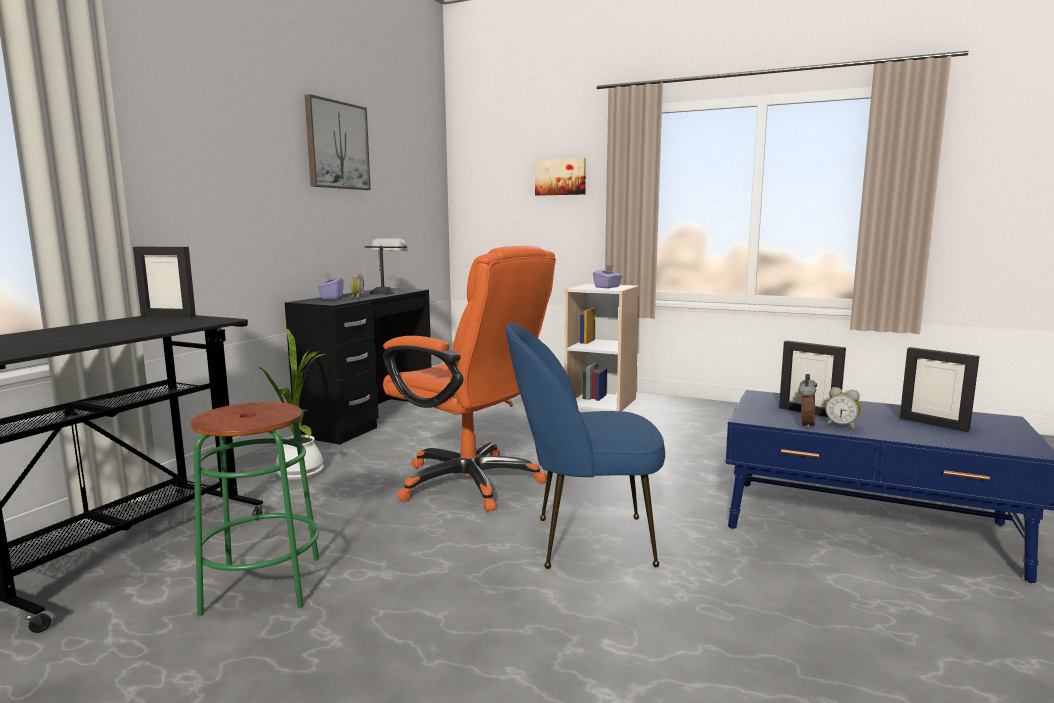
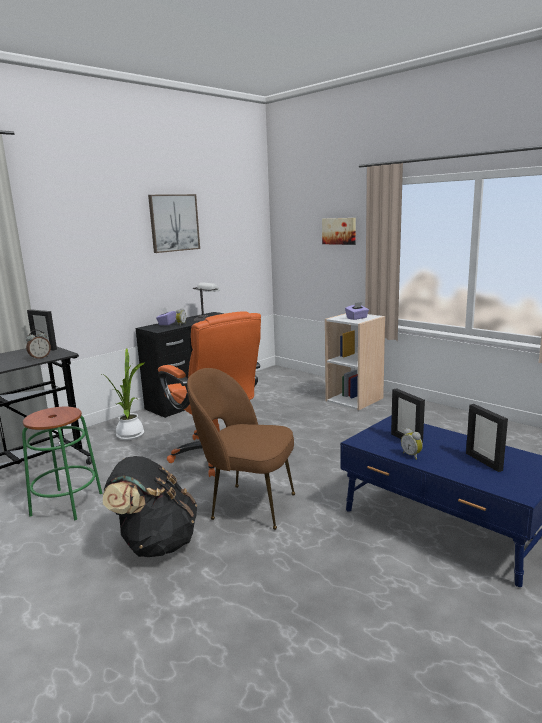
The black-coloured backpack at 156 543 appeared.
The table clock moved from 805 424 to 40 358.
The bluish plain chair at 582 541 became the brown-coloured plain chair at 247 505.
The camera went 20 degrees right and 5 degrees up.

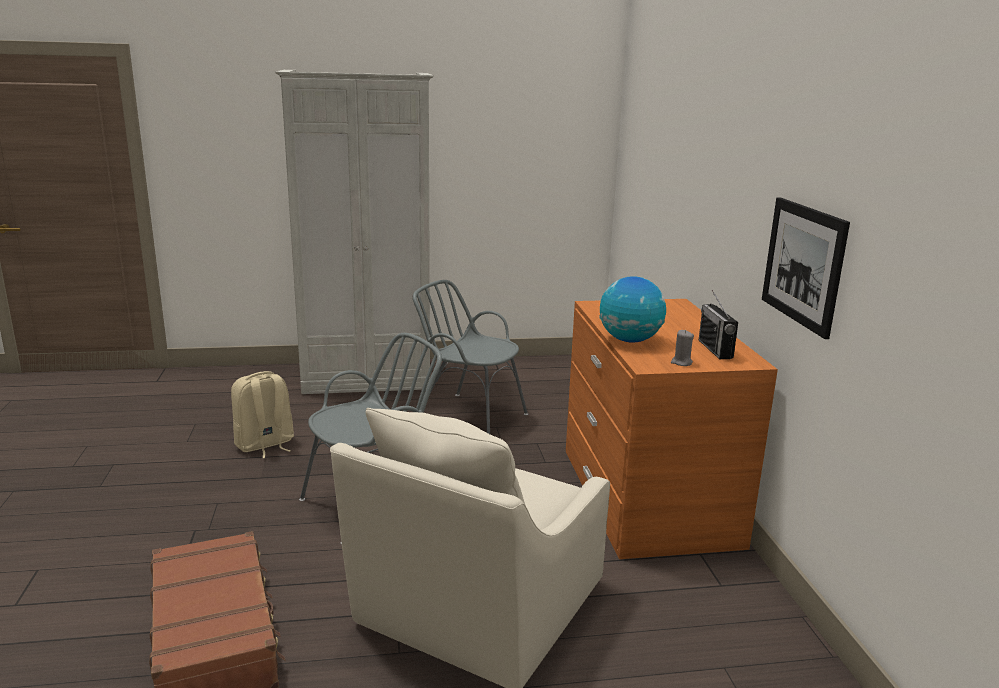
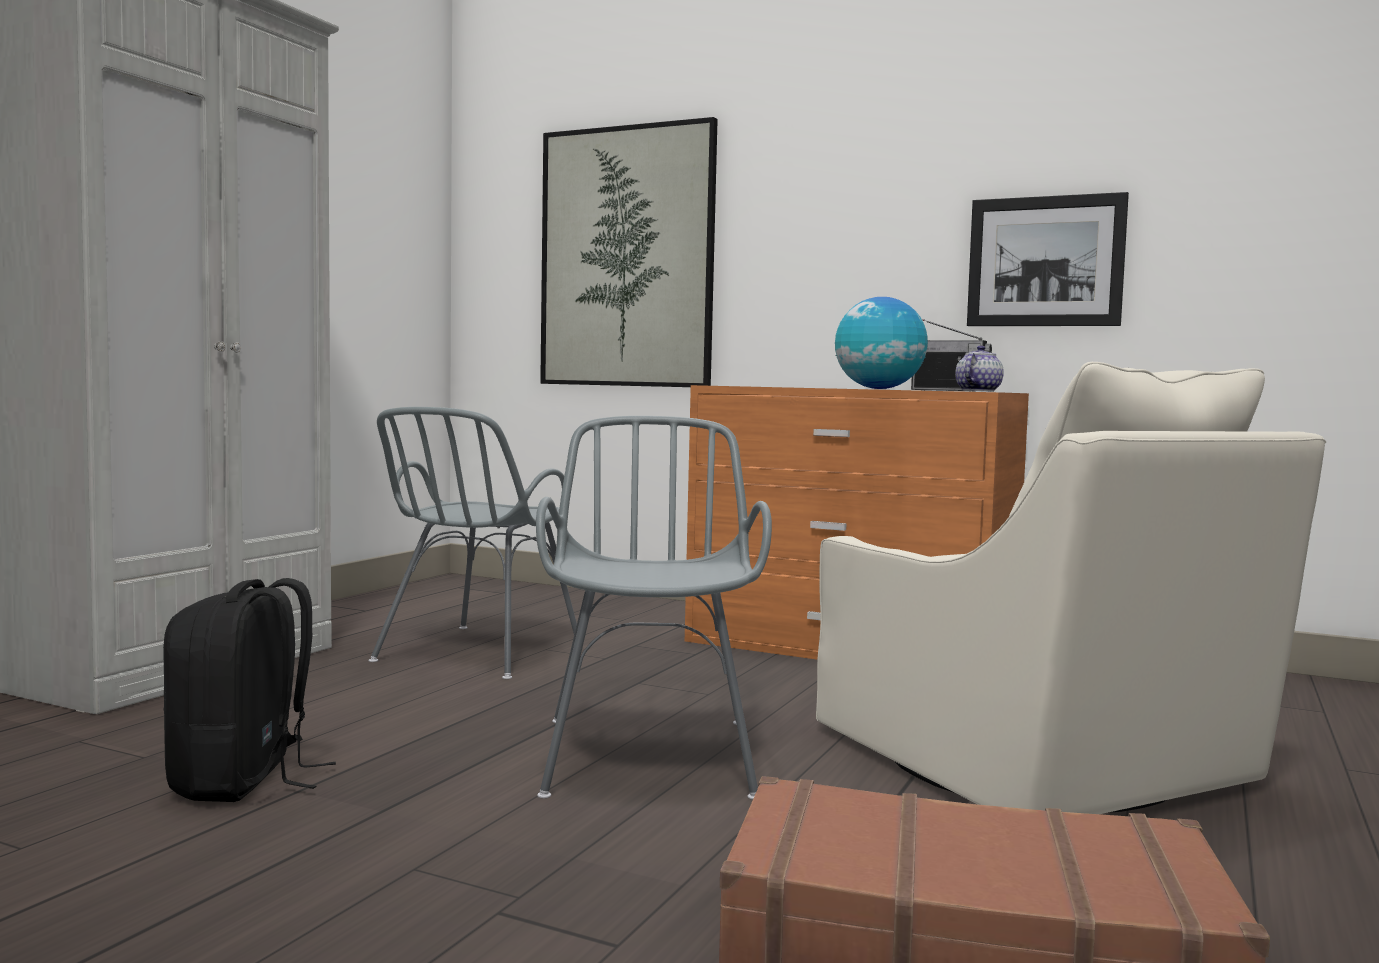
The picture at 627 257 appeared.
The grey wax candle at 681 362 was replaced by the pot for tea at 978 391.
The sand-coloured backpack at 264 445 became the black-coloured backpack at 243 781.
The grey plain chair at 467 416 turned 45 degrees counterclockwise.
The camera went 55 degrees left and 15 degrees down.

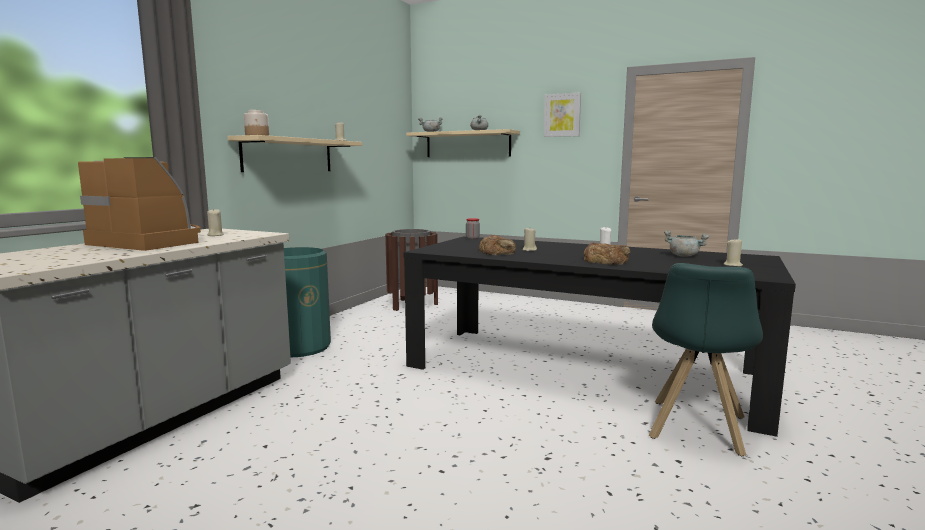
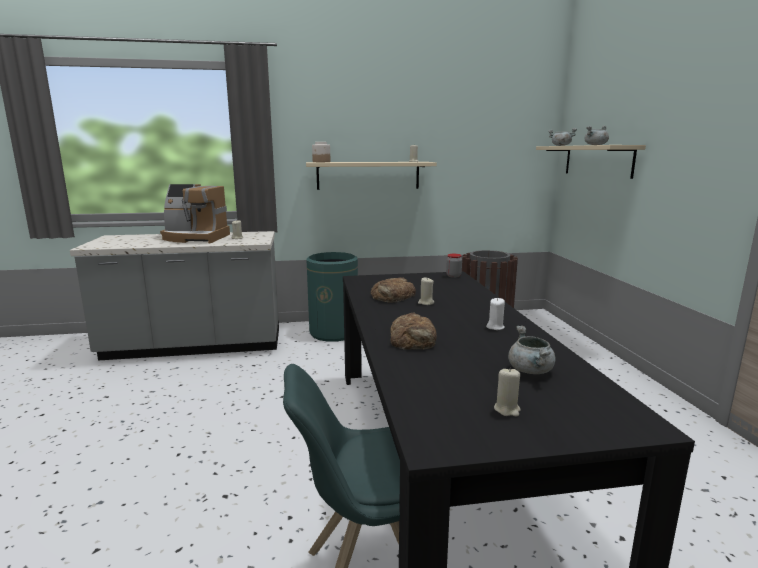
The picture at 562 115 disappeared.
The coffee brewer at 151 242 turned 105 degrees clockwise.
The camera went 55 degrees right and 5 degrees up.

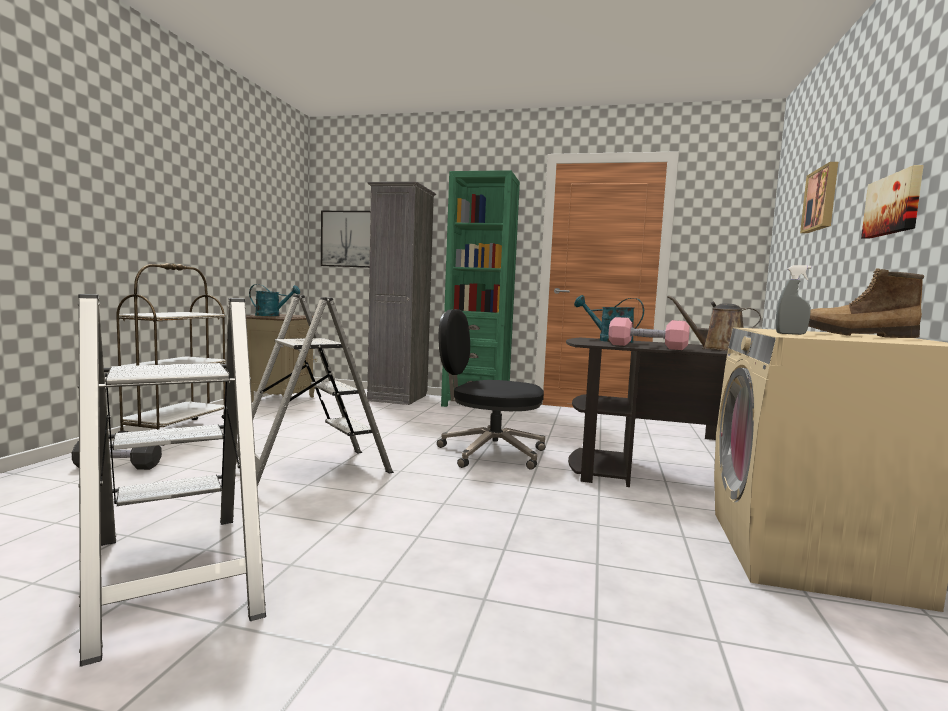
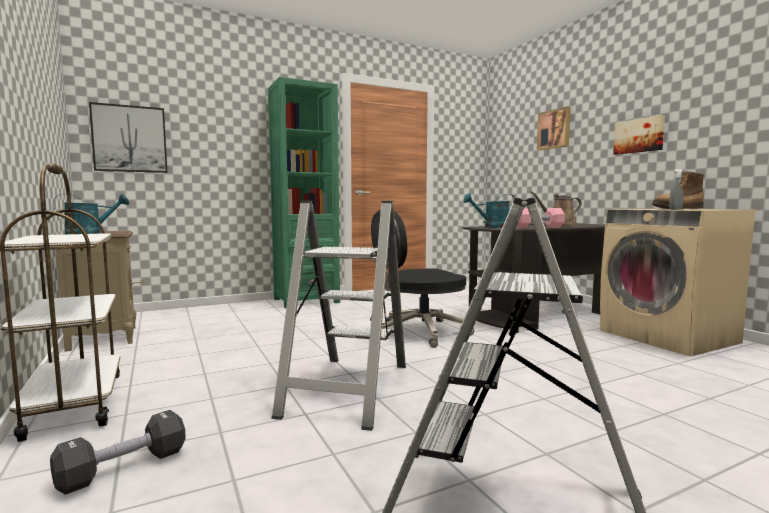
The grey cupboard at 398 398 disappeared.
The camera went 40 degrees left and 0 degrees up.

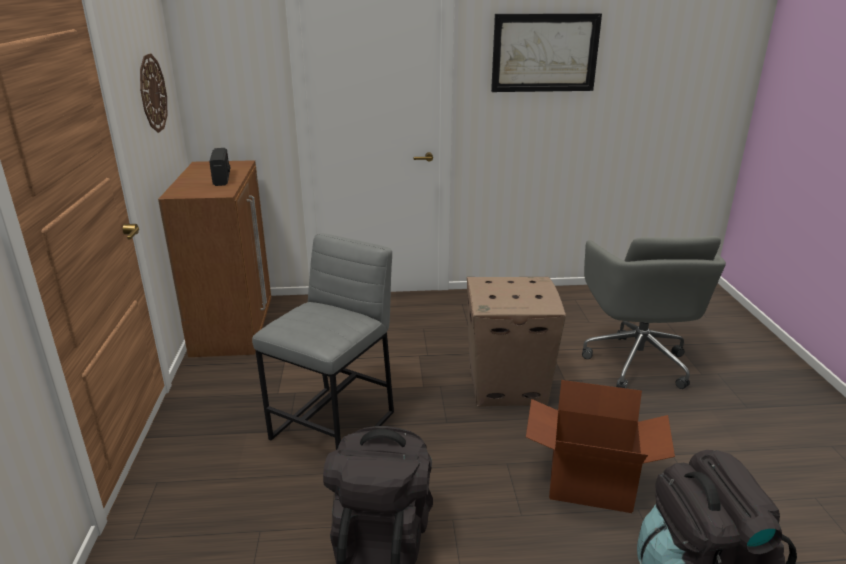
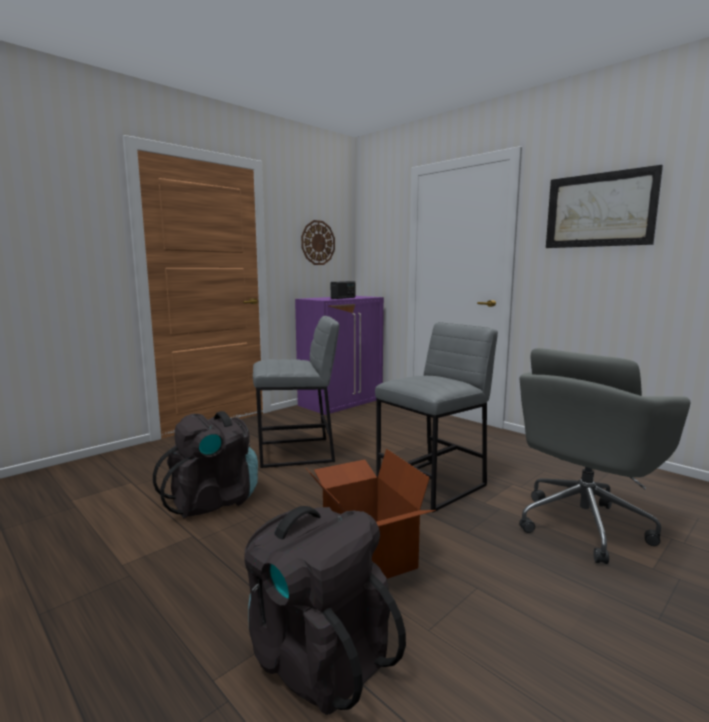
The cardboard box at 508 385 was replaced by the grey plain chair at 432 484.
The brown-coloured cupboard at 233 324 became the purple-coloured cupboard at 341 402.
The camera went 50 degrees right and 15 degrees down.

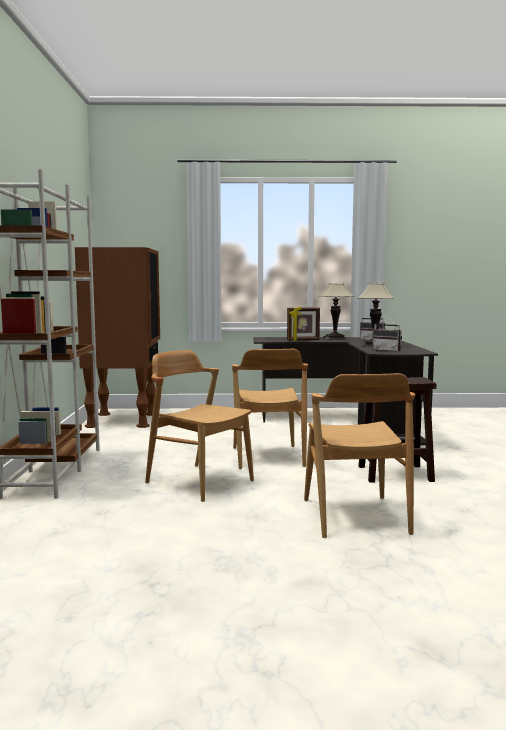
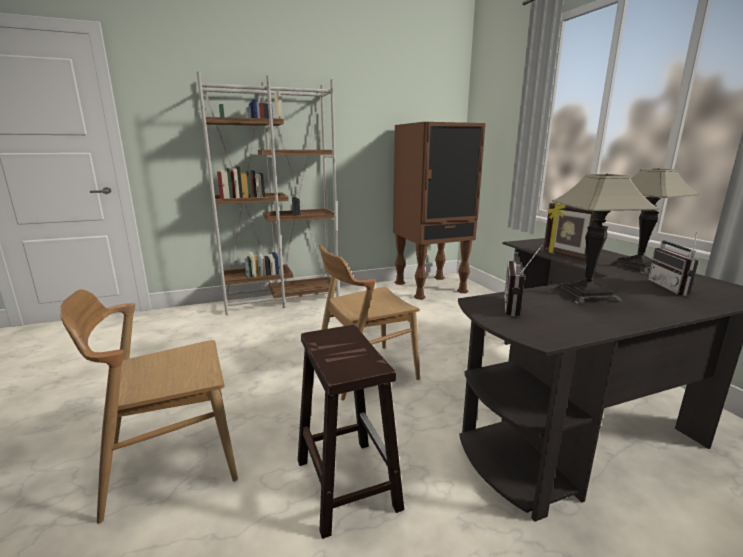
The brown-coloured plain chair at 199 481 disappeared.
The camera went 70 degrees right and 10 degrees up.

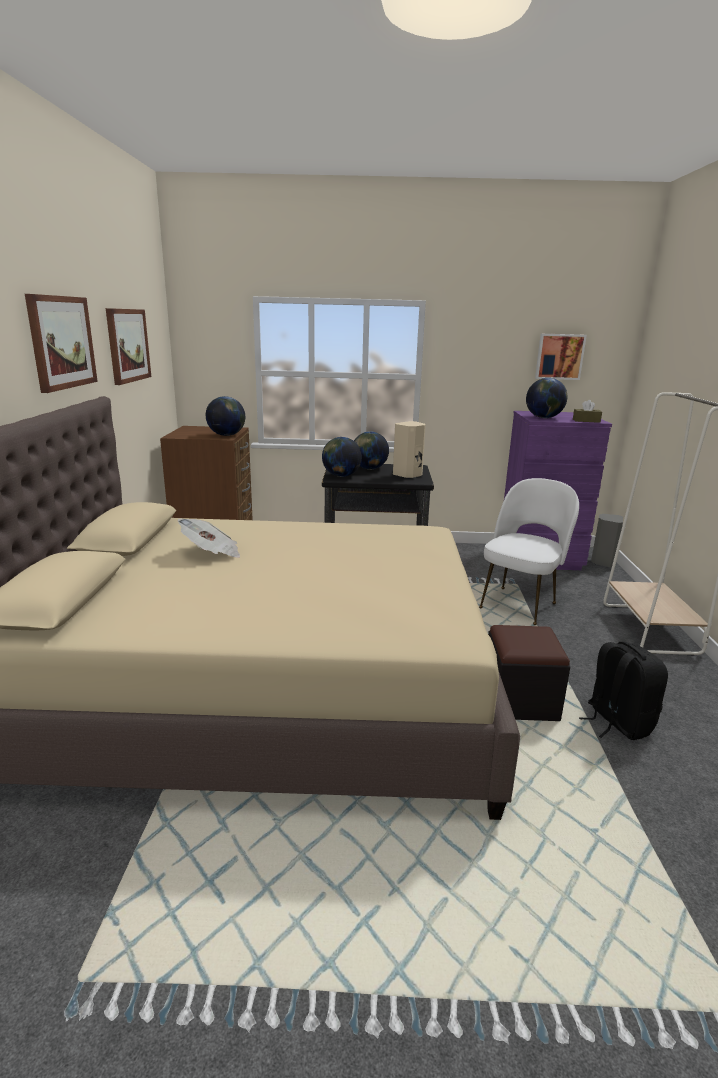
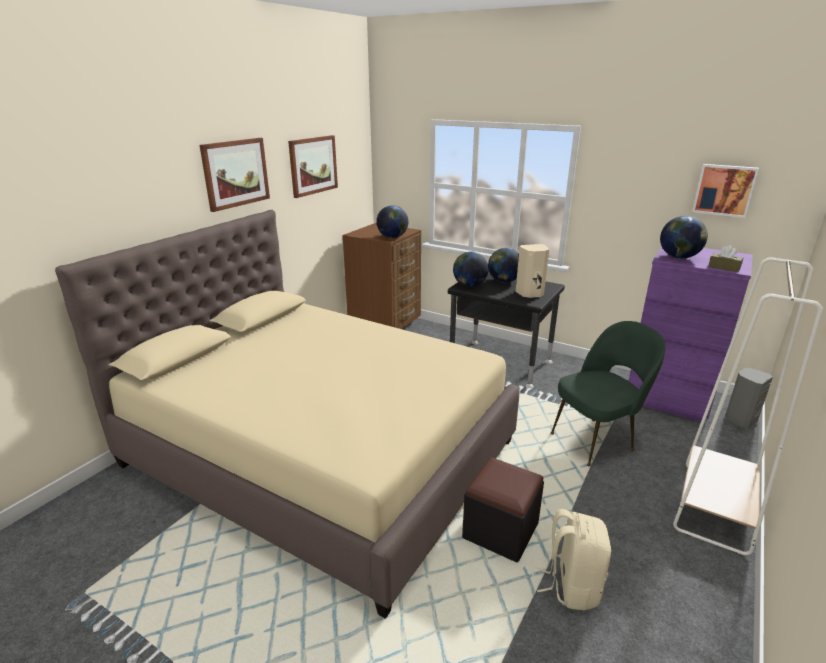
The newspaper at 212 553 disappeared.
The white-coloured plain chair at 520 603 became the green plain chair at 596 440.
The black-coloured backpack at 617 722 became the sand-coloured backpack at 571 585.
The camera went 30 degrees right and 5 degrees up.

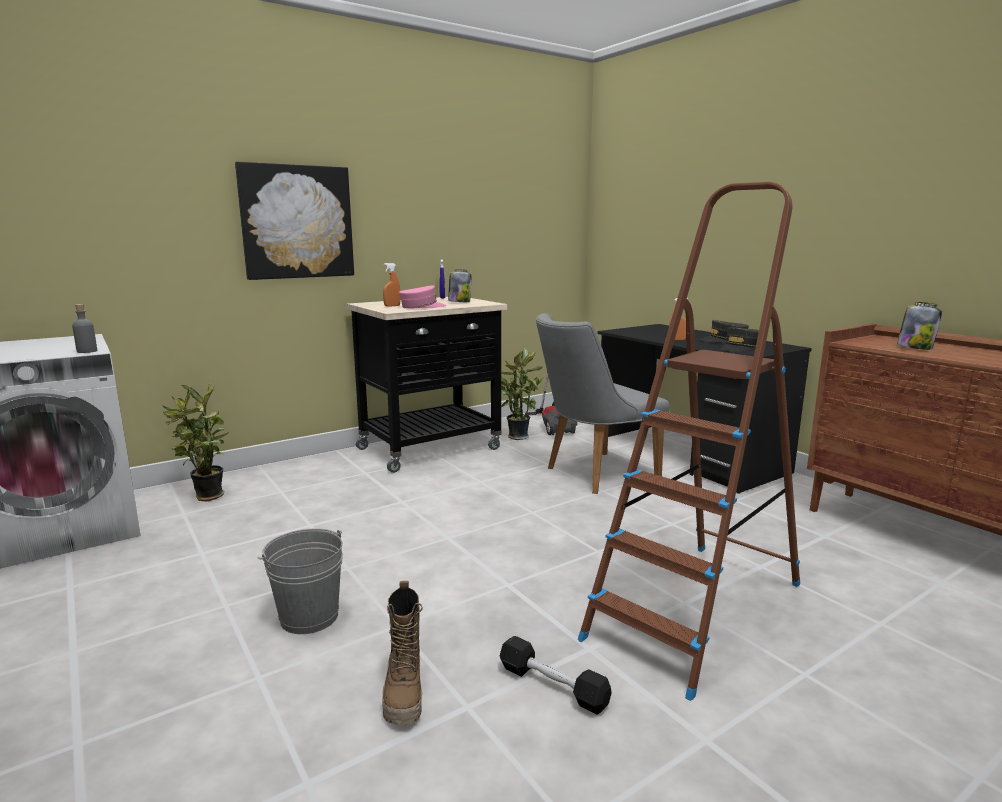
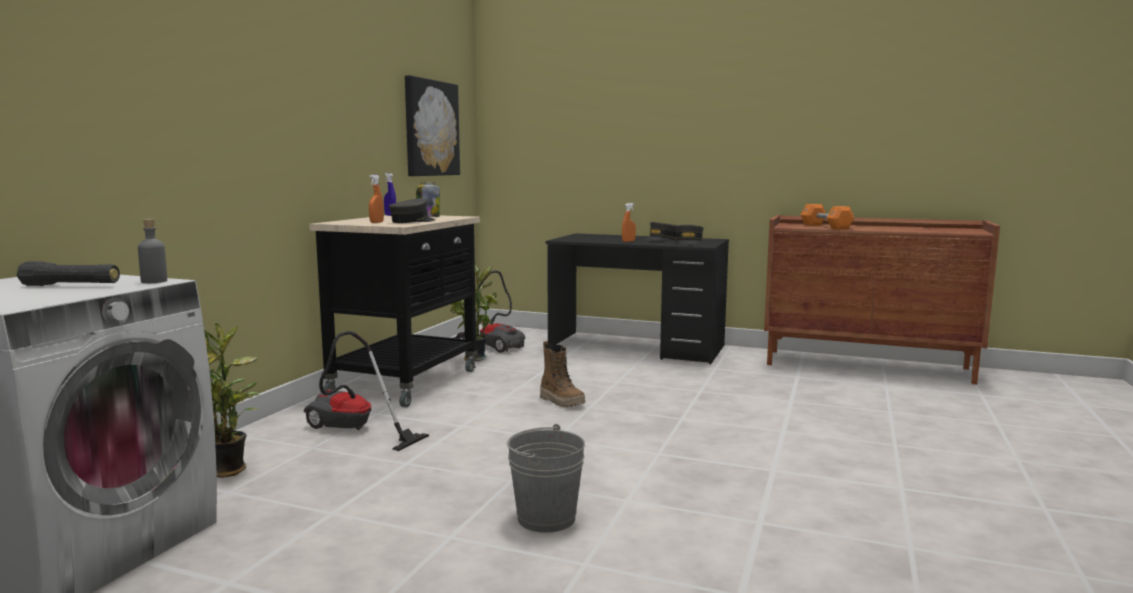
The black-coloured hand weight at 553 686 disappeared.
The grey plain chair at 592 474 disappeared.
The brown-coloured stepladder at 696 610 disappeared.
The black-coloured hand torch at 71 286 appeared.
The vacuum cleaner at 352 431 appeared.
The picture moved from 297 222 to 431 128.
The tall boot moved from 404 694 to 562 402.
The jar at 915 347 was replaced by the orange hand weight at 826 227.
The pink-coloured peaked cap at 422 307 became the grey peaked cap at 412 221.
The camera went 35 degrees left and 5 degrees down.

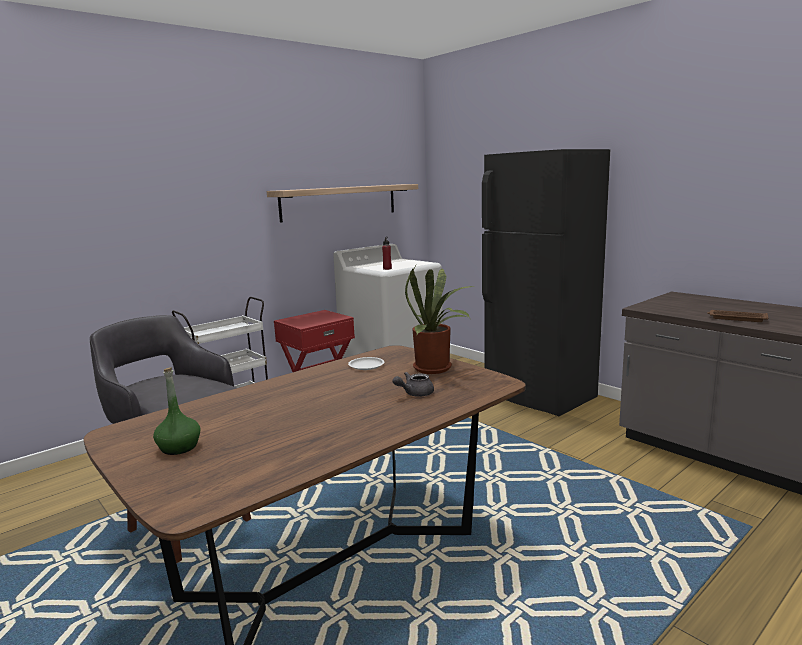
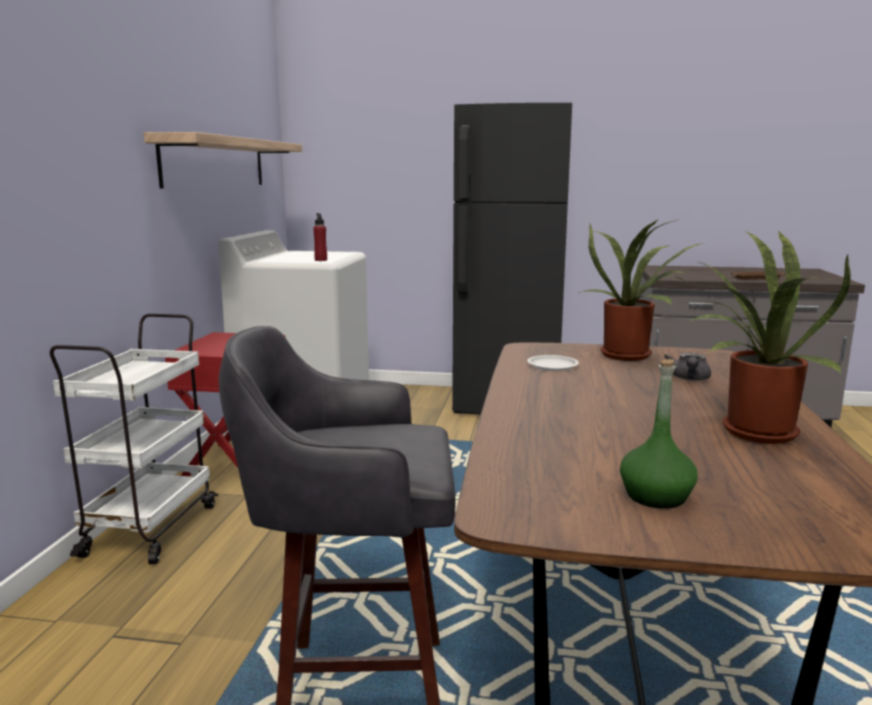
The houseplant at 750 432 appeared.
The camera went 40 degrees left and 0 degrees up.

